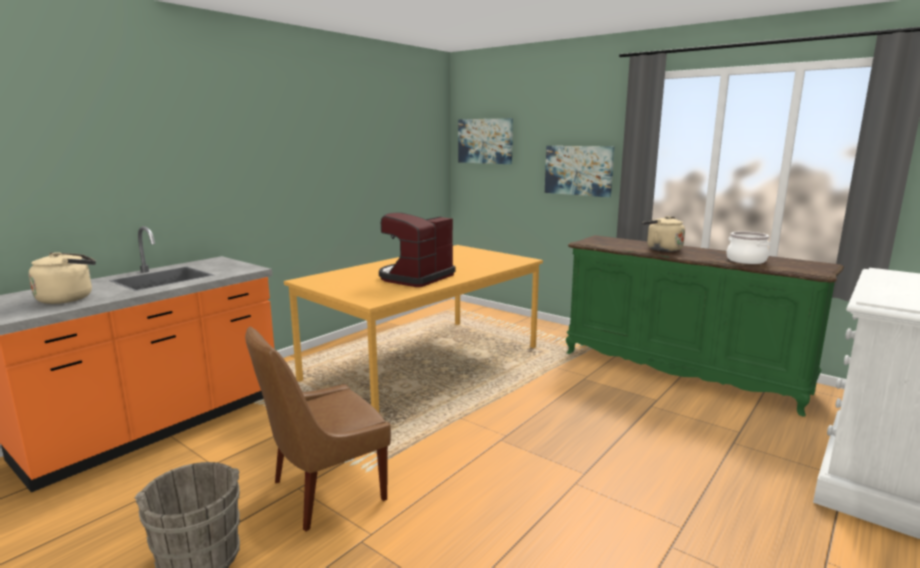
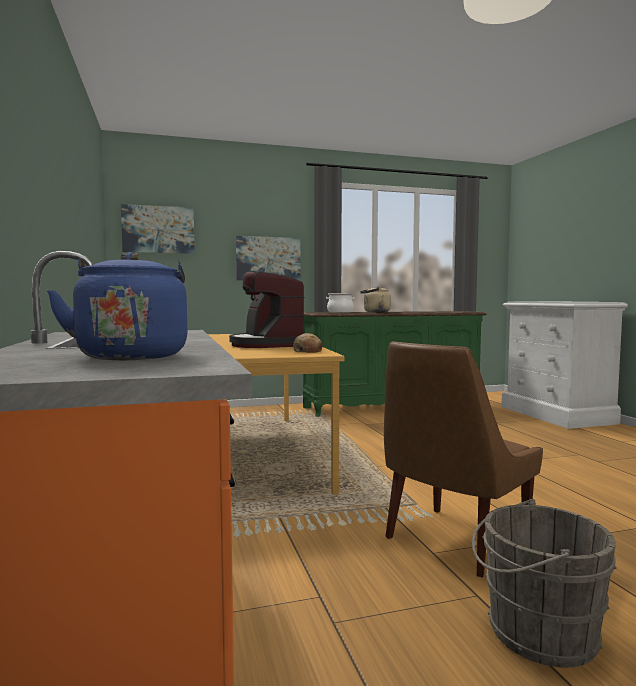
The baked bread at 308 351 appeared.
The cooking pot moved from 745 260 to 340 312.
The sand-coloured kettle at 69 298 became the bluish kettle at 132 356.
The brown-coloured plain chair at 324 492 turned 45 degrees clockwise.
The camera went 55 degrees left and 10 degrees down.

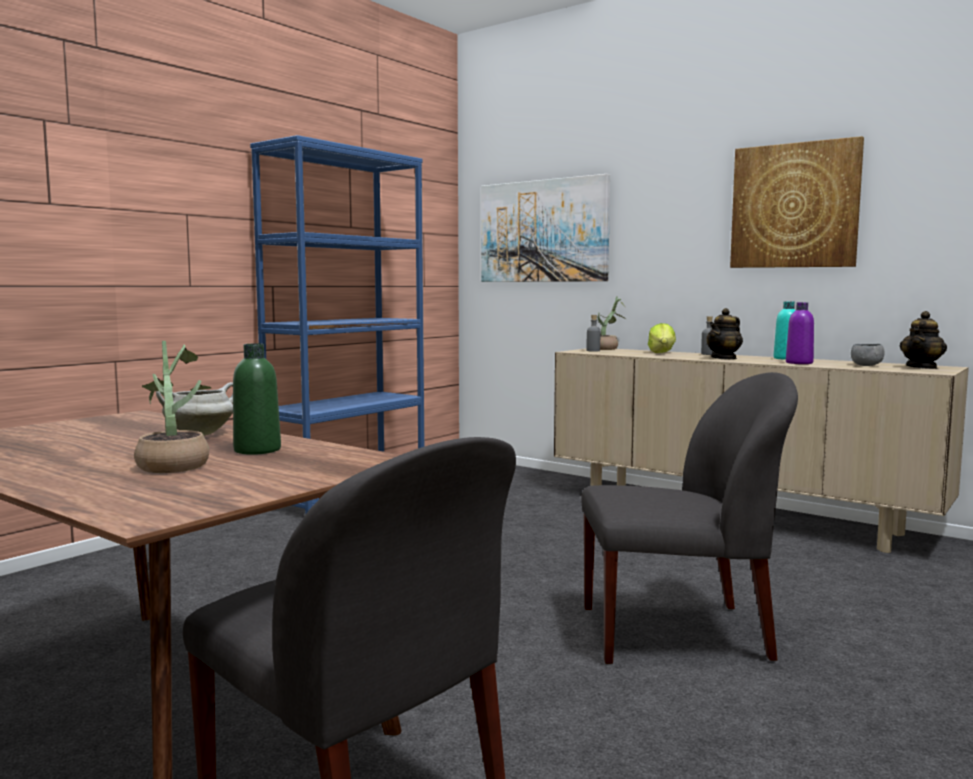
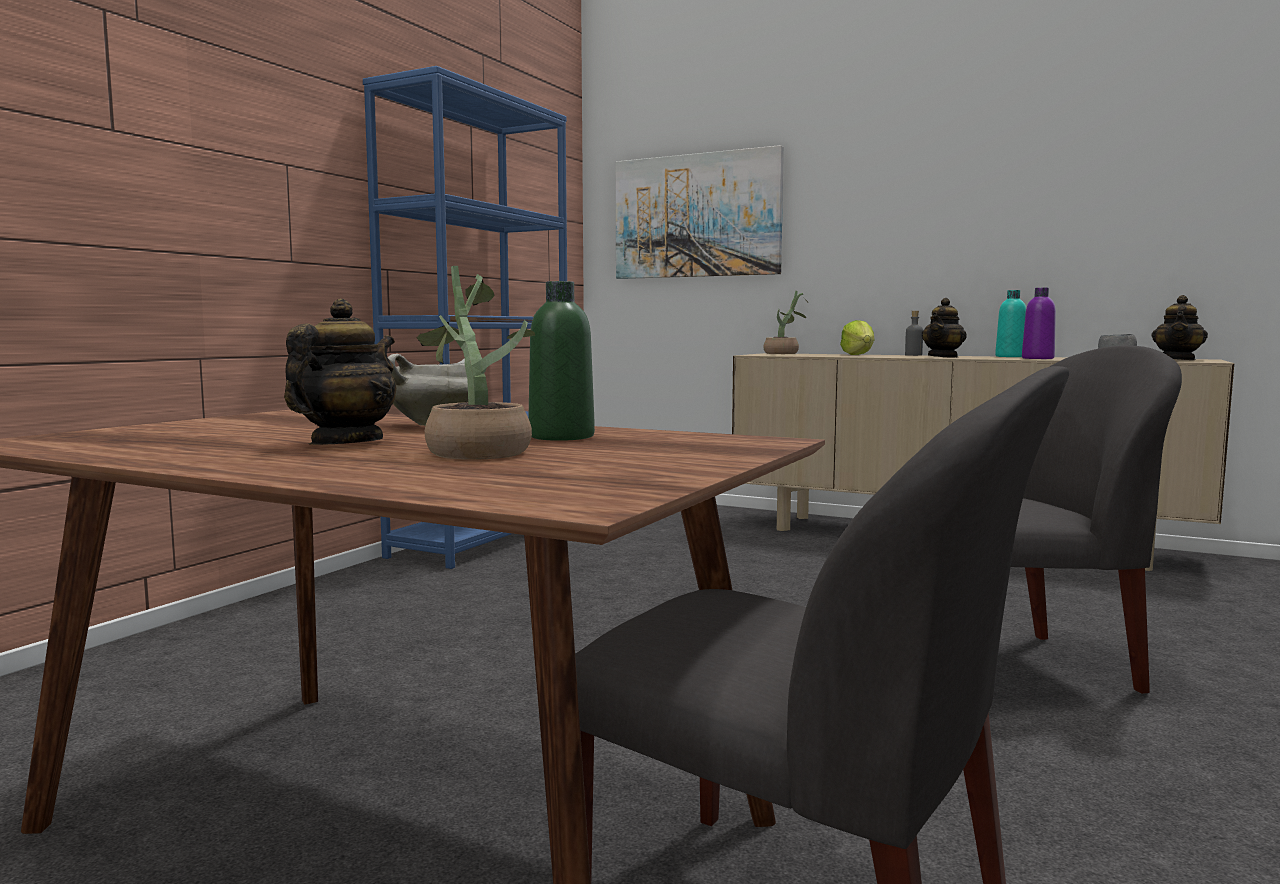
The grey drink bottle at 593 351 disappeared.
The picture at 794 206 disappeared.
The pot for tea at 345 443 appeared.
The camera went 10 degrees left and 0 degrees up.

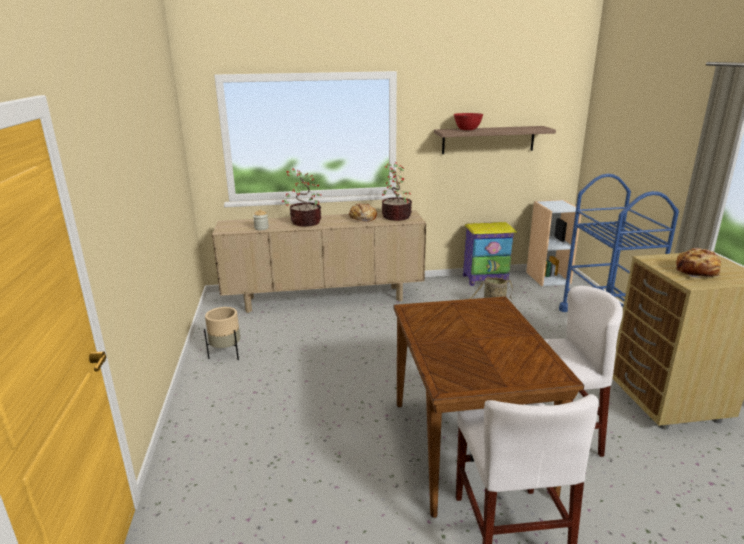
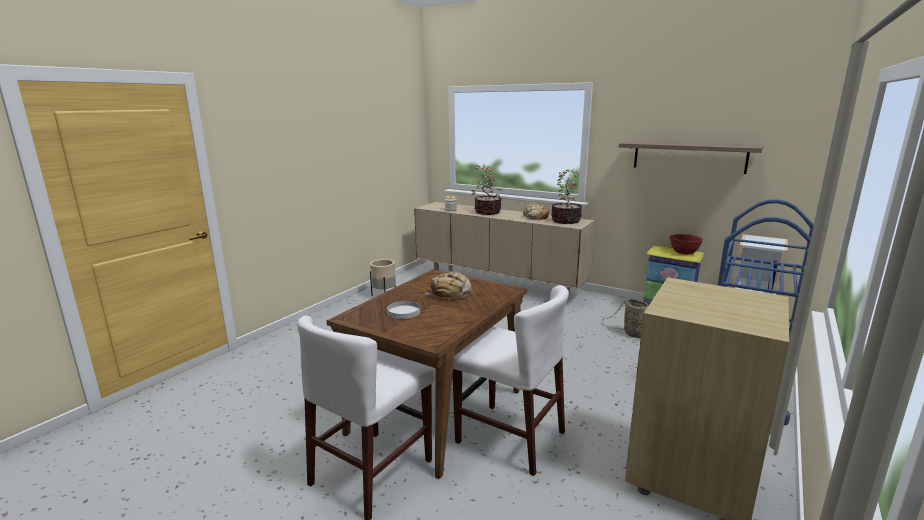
The white-coloured plate at 403 311 appeared.
The red deep dish moved from 467 130 to 683 253.
The baked bread moved from 697 272 to 451 294.
The camera went 40 degrees right and 5 degrees down.

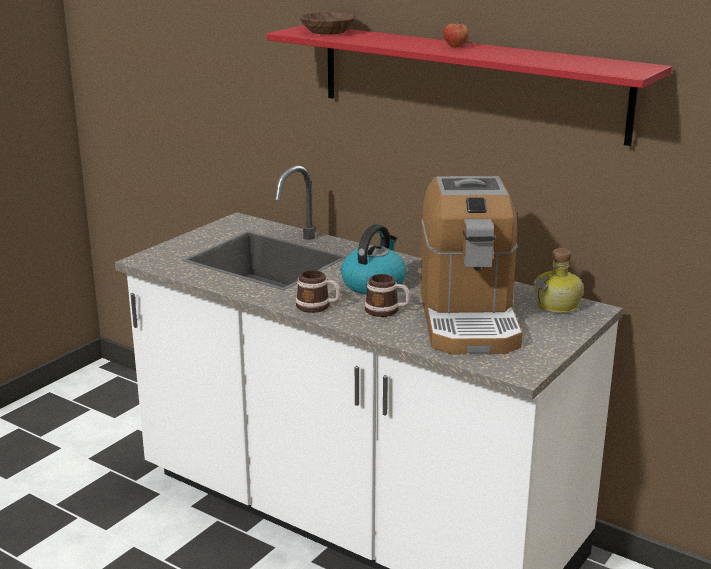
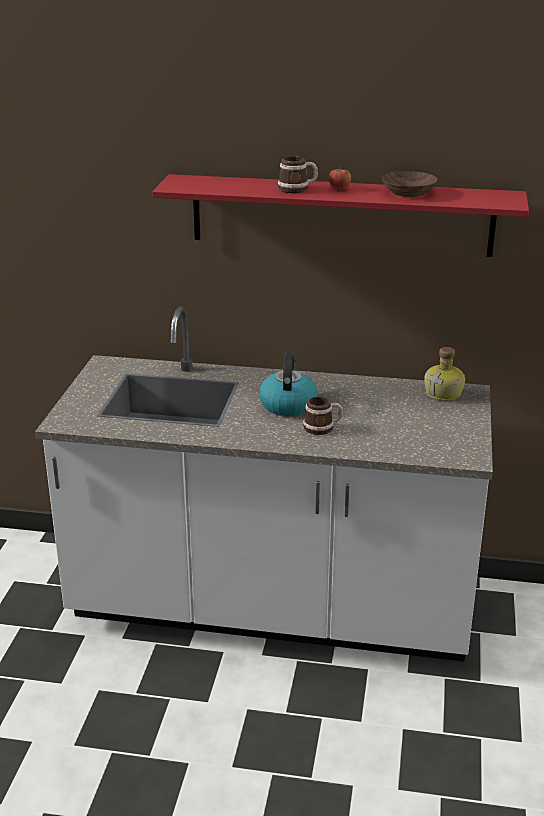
The coffee brewer at 468 318 disappeared.
The tea mug moved from 318 306 to 297 189.
The brown-coloured deep dish moved from 326 32 to 407 192.
The camera went 25 degrees left and 5 degrees up.

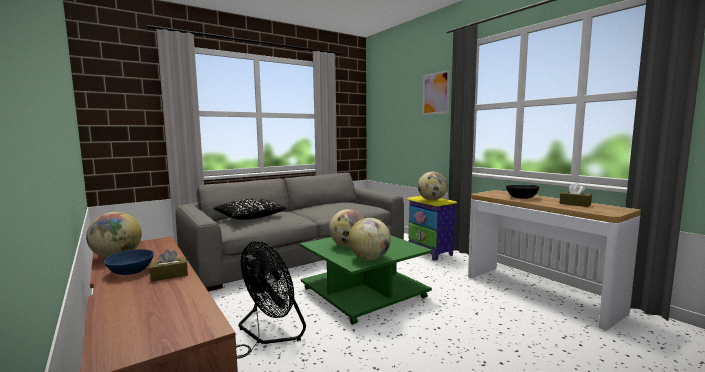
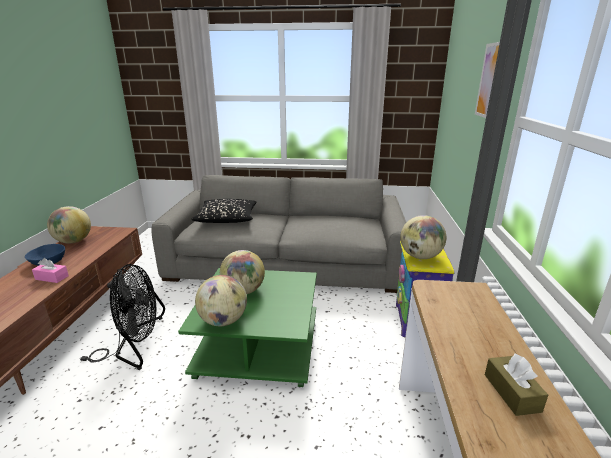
The black-coloured deep dish at 521 198 disappeared.
The brown-coloured box of tissues at 169 275 became the pink-coloured box of tissues at 52 277.
The camera went 40 degrees right and 15 degrees up.

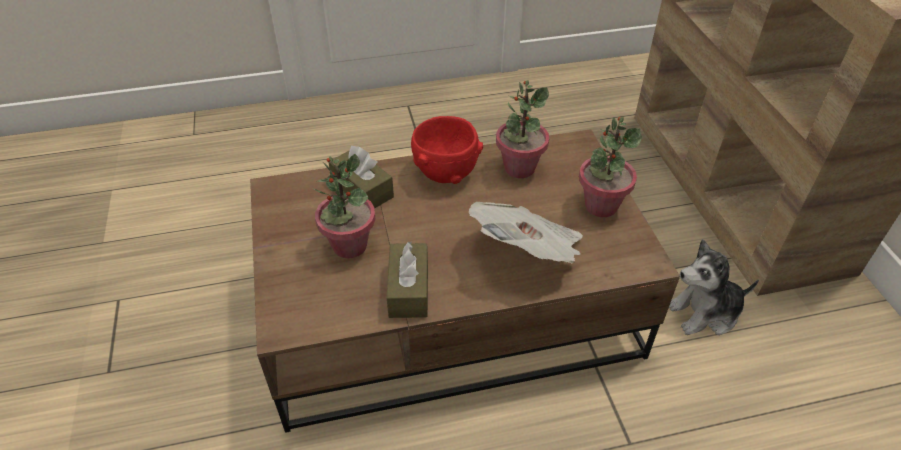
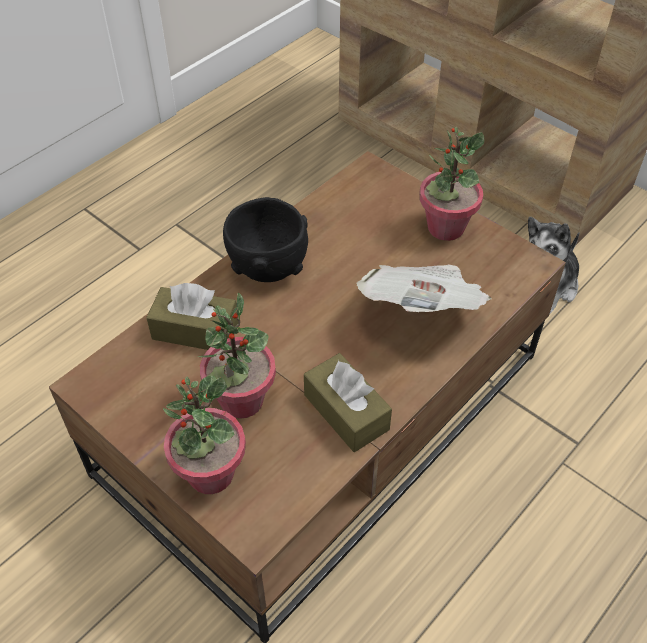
The houseplant moved from 519 168 to 210 473.
The red deep dish at 446 172 became the black-coloured deep dish at 268 266.
The camera went 35 degrees left and 5 degrees up.

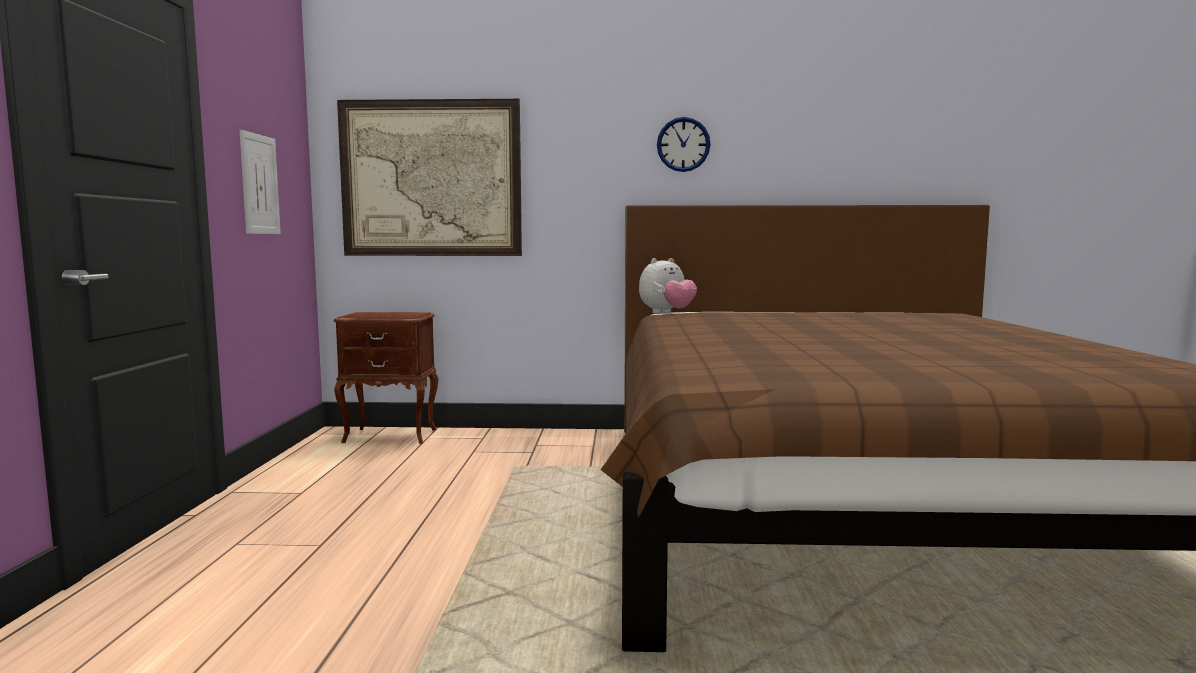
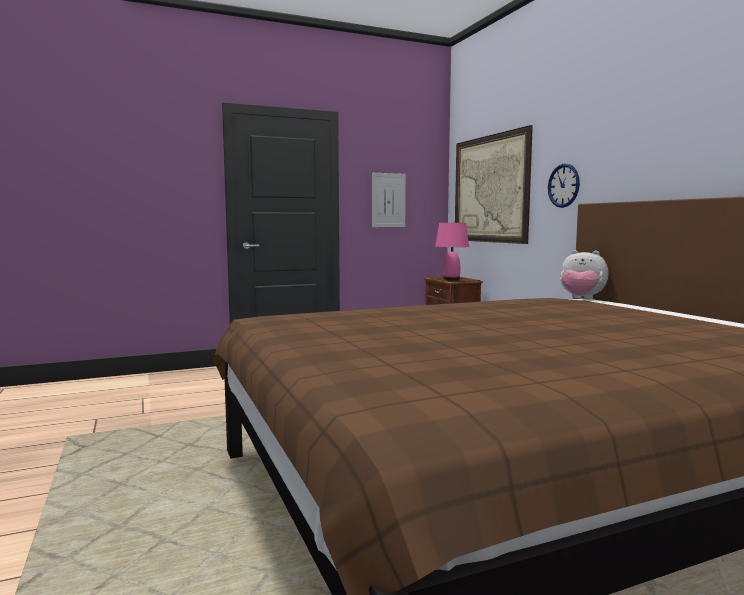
The pink-coloured tabletop lamp at 451 279 appeared.
The hanging clock moved from 683 144 to 563 185.
The camera went 65 degrees right and 0 degrees up.

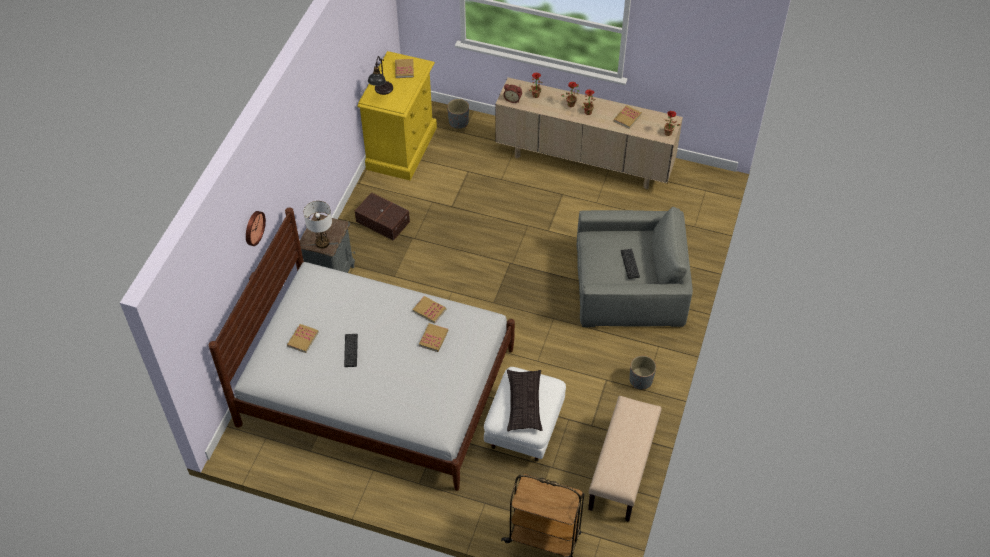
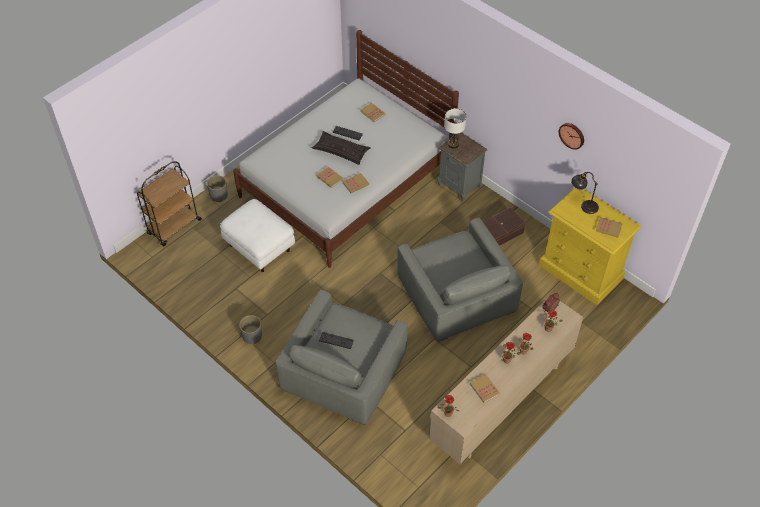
The sand-coloured long seat at 623 470 disappeared.
The grey easy chair at 456 293 appeared.
The hanging clock moved from 253 228 to 572 135.
The grey planter moved from 458 122 to 218 195.
The throw pillow moved from 524 403 to 341 151.
The camera went 115 degrees right and 0 degrees up.

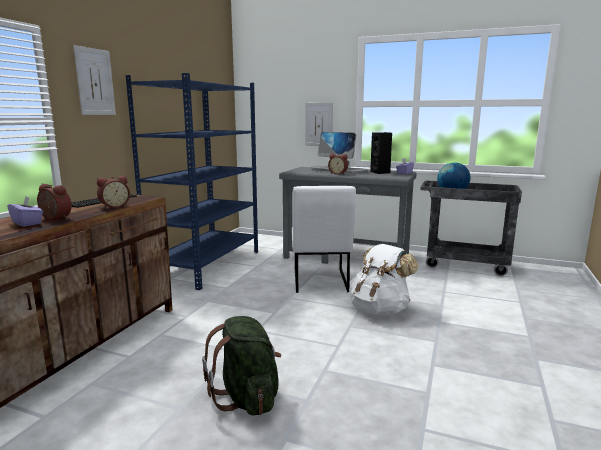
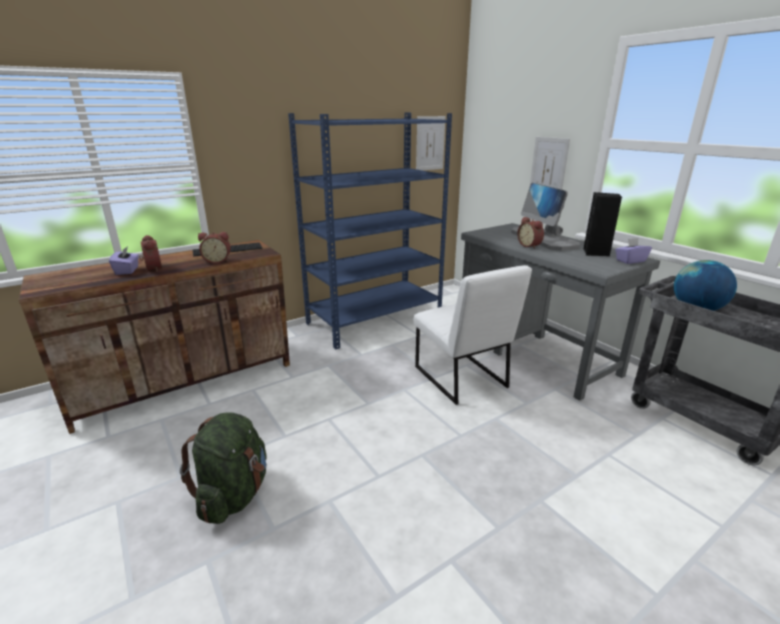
The white-coloured backpack at 379 309 disappeared.
The picture moved from 95 82 to 430 143.
The white-coloured plain chair at 319 281 turned 60 degrees counterclockwise.
The camera went 35 degrees right and 10 degrees up.

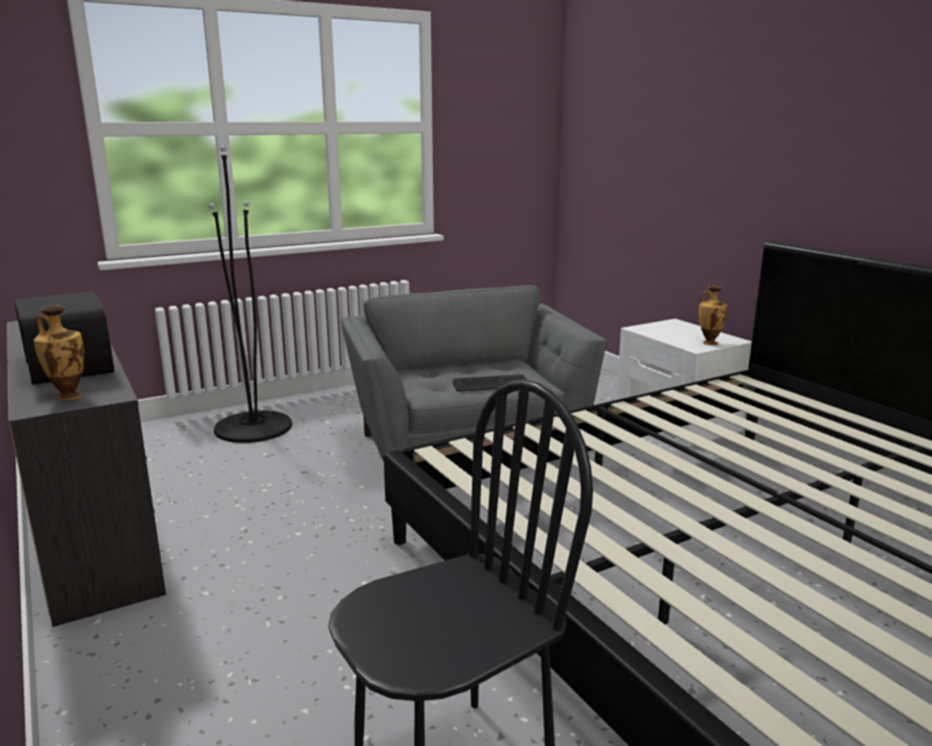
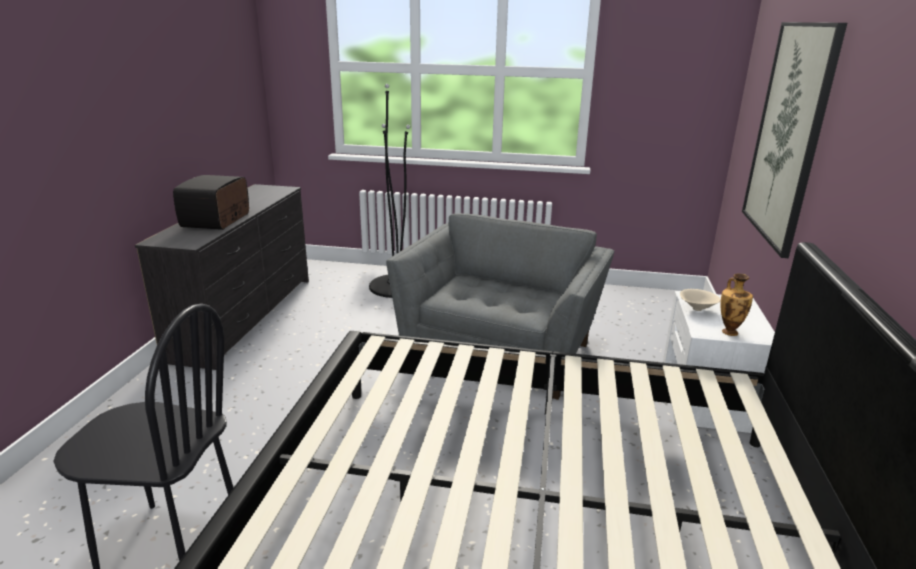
The vase at 68 396 disappeared.
The PC keyboard at 491 384 disappeared.
The sand-coloured deep dish at 696 309 appeared.
The picture at 788 134 appeared.
The camera went 40 degrees right and 5 degrees up.

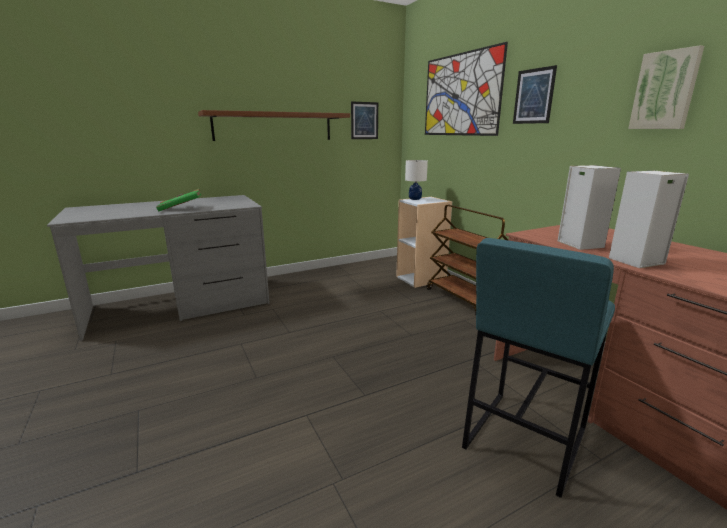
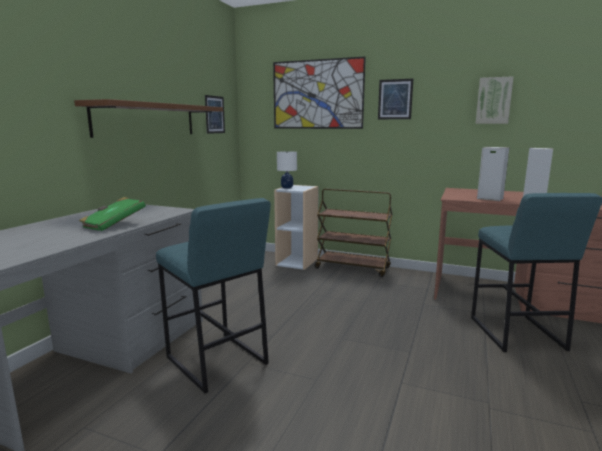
The blue-green sitting stool at 218 361 appeared.
The camera went 40 degrees left and 5 degrees down.

